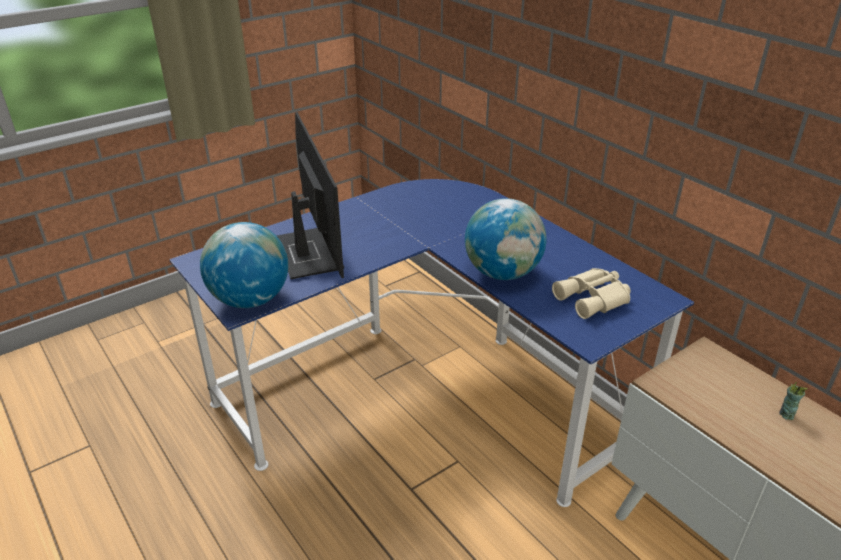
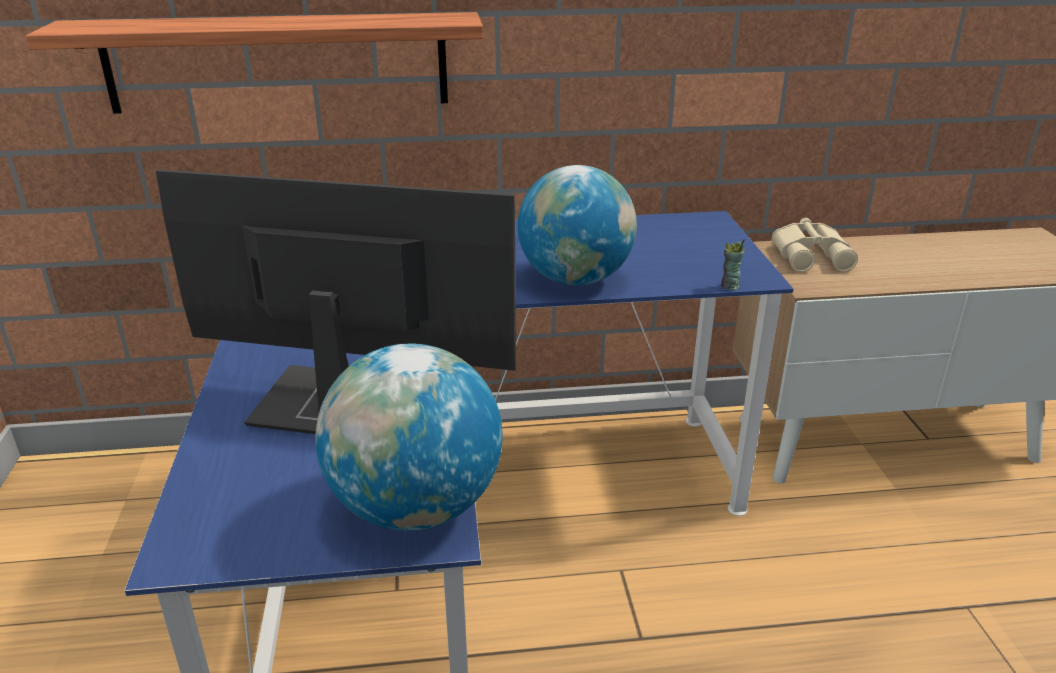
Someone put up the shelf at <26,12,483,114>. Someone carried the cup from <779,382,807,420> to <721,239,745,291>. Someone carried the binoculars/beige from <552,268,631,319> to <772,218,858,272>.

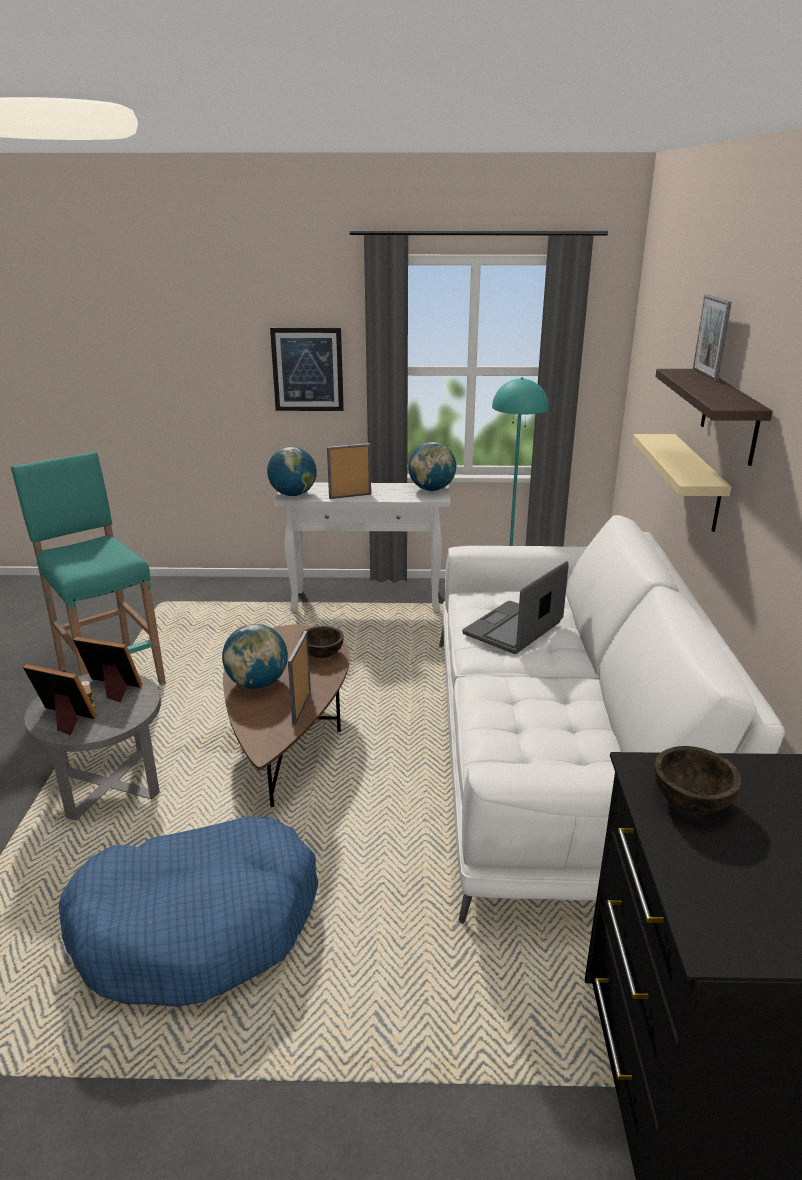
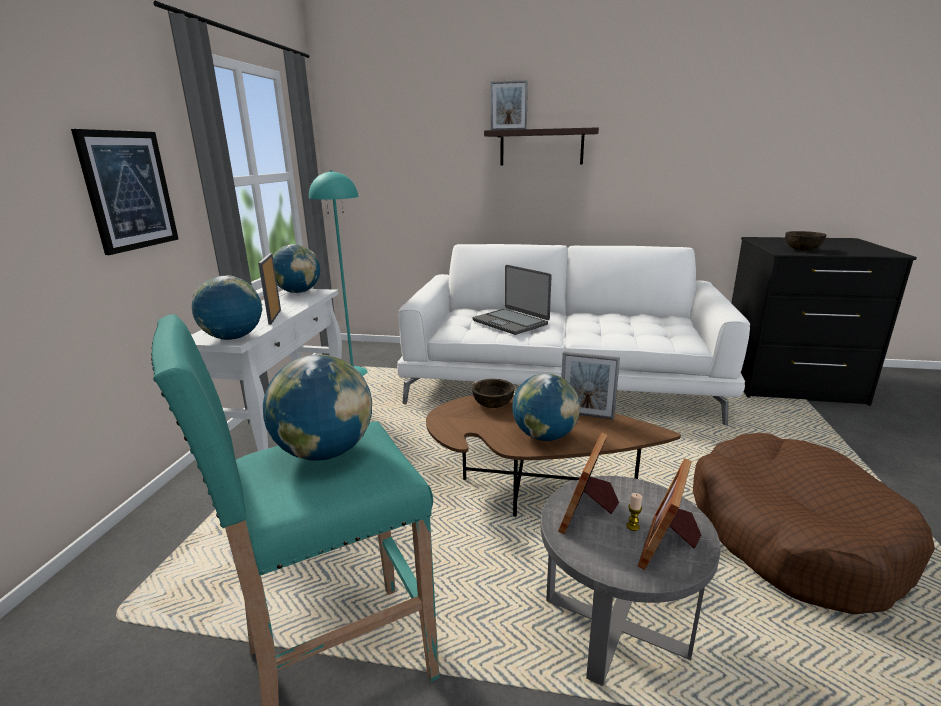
Someone put down the globe at <263,354,372,461>. Someone repainted the dog bed/blue at <59,816,318,1007>, which became the dog bed/brown at <693,433,935,614>. Someone took away the shelf/beige at <633,434,731,532>.

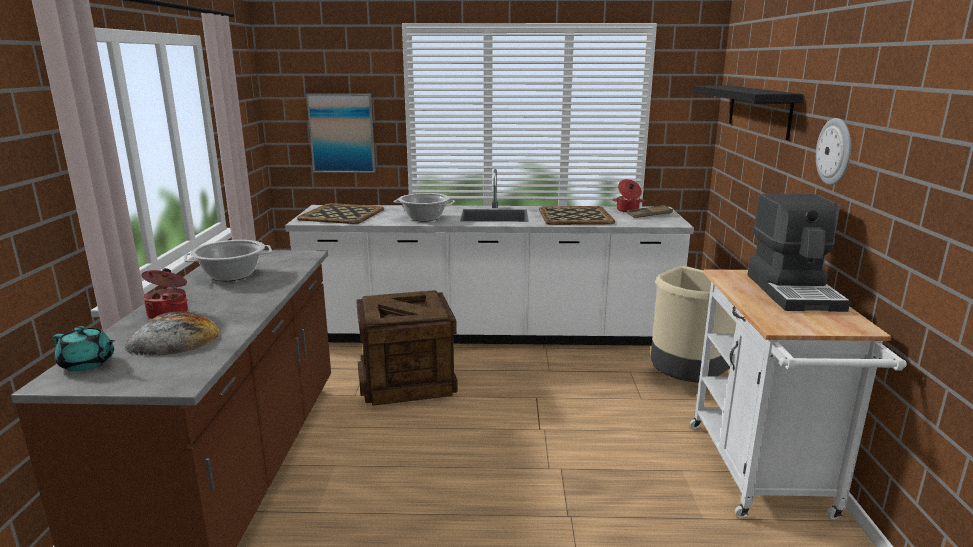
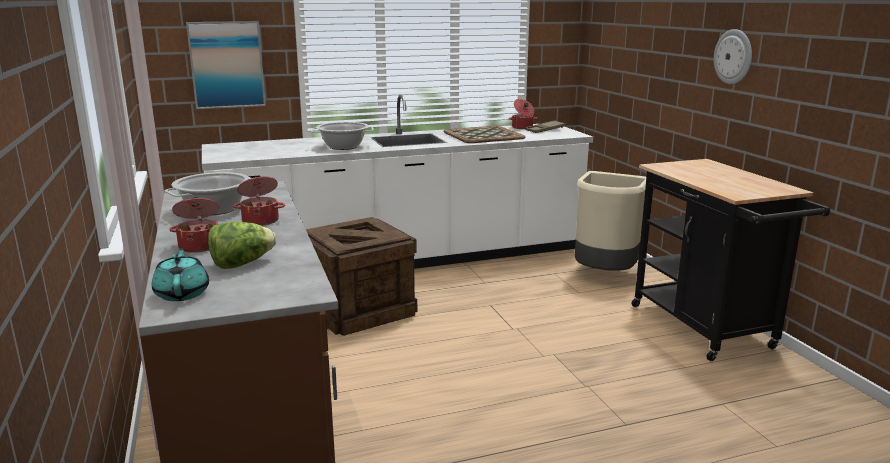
Someone rotated the teapot/turquoise at <53,326,115,371> by 105 degrees counterclockwise. Someone swapped the bread at <125,311,220,356> for the lettuce at <208,222,276,269>. Someone put down the cooking pot at <233,176,285,226>. Someone repainted the cart/white at <690,269,907,520>, which became the cart/black at <631,159,830,361>. Someone took away the tray at <297,203,384,224>. Someone took away the shelf/black at <693,85,803,140>. Someone took away the coffee machine at <748,194,850,312>.

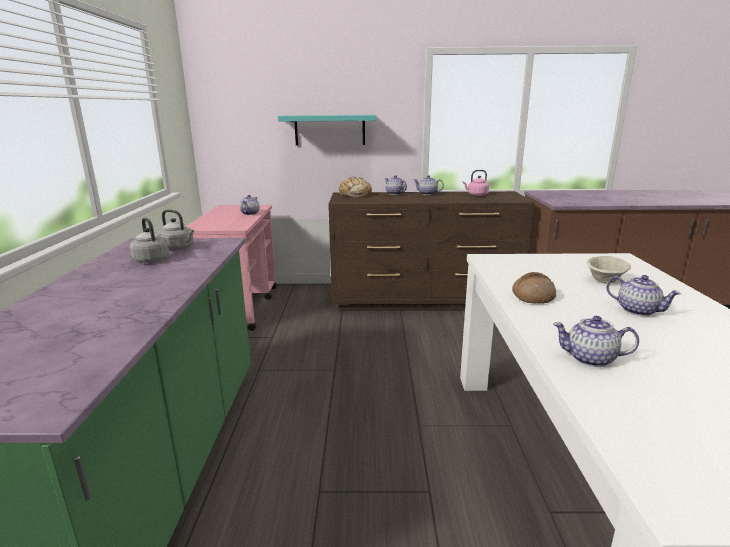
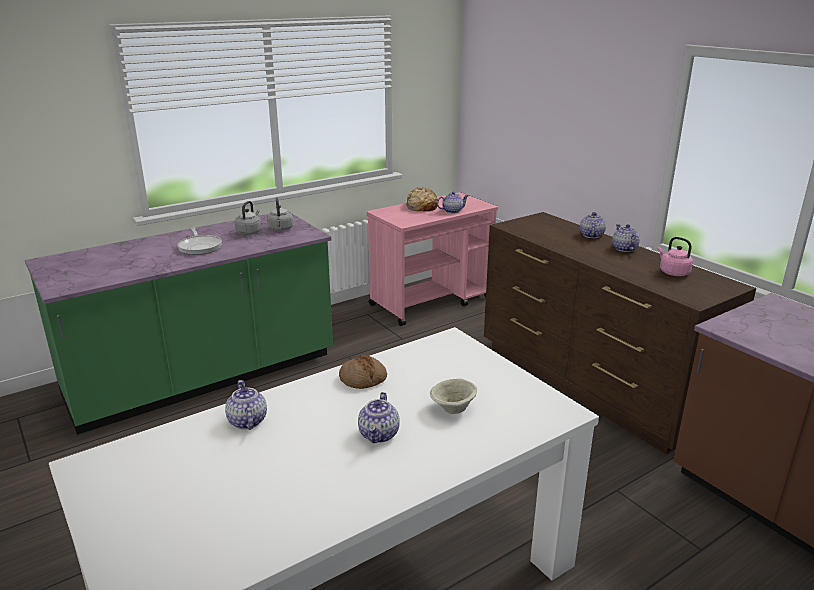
Someone put down the frying pan at <177,228,222,255>. Someone carried the bread from <339,177,372,197> to <407,187,438,211>. Someone took away the shelf/turquoise at <278,115,376,145>.

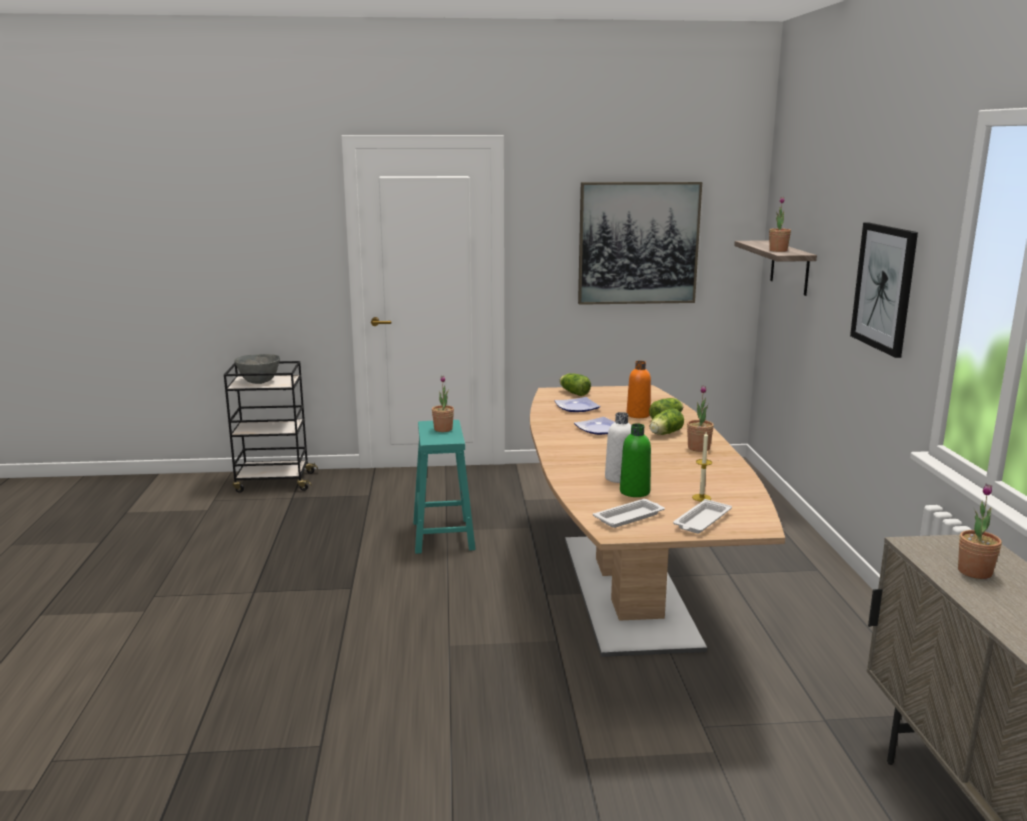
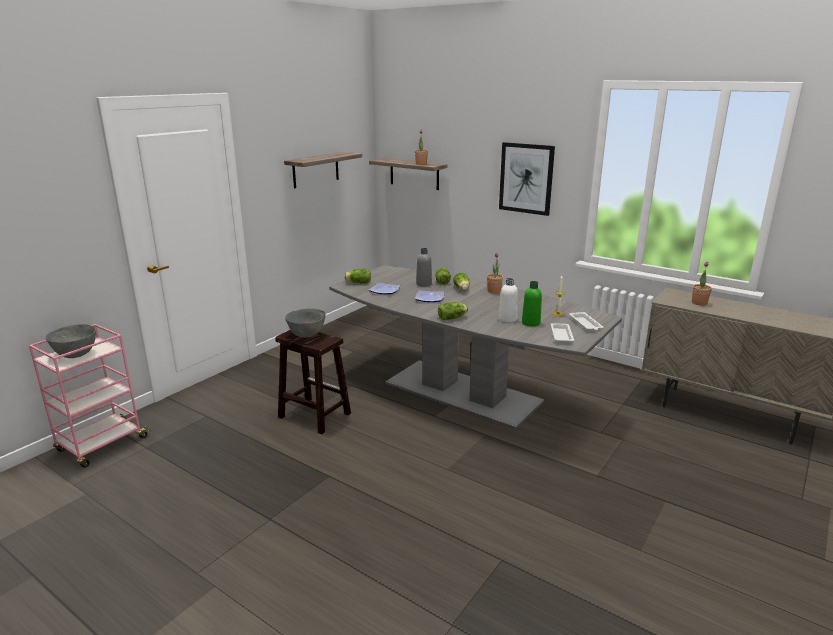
Someone repainted the cart/black at <224,361,318,493>, which became the cart/pink at <29,324,150,468>. Someone repainted the stool/turquoise at <413,420,476,554>, which became the stool/brown at <275,330,351,434>. Someone swapped the picture at <578,182,702,305> for the shelf at <284,152,362,188>. Someone swapped the potted plant at <432,376,454,432> for the bowl/grey at <285,308,326,338>. Someone repainted the dining table/brown at <530,385,785,657>, which became the dining table/grey at <329,265,622,430>. Someone repainted the bottle/orange at <627,361,651,418>, which became the bottle/grey at <416,248,432,287>. Someone put down the lettuce at <438,302,468,320>.

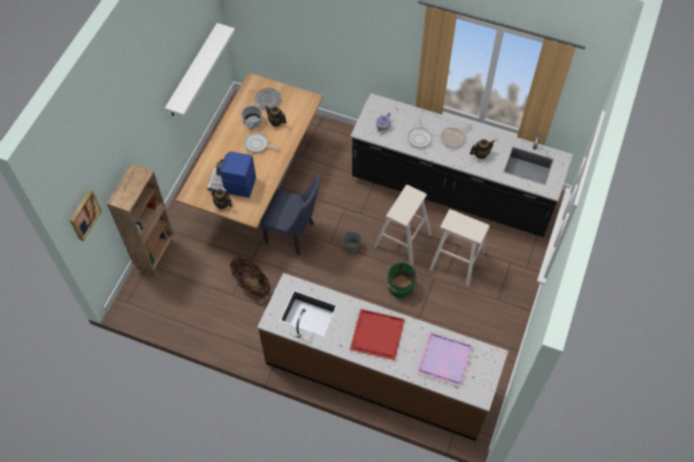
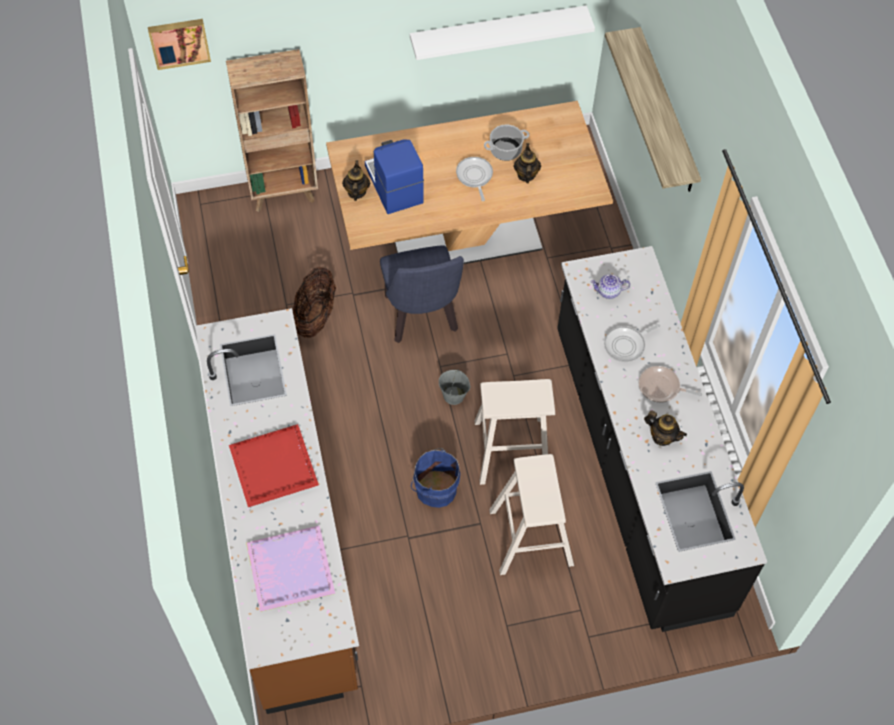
Someone repainted the bucket/green at <384,262,417,299>, which became the bucket/blue at <411,448,460,508>. Someone put up the shelf at <605,27,701,192>. Someone took away the plate/grey at <255,88,281,109>.

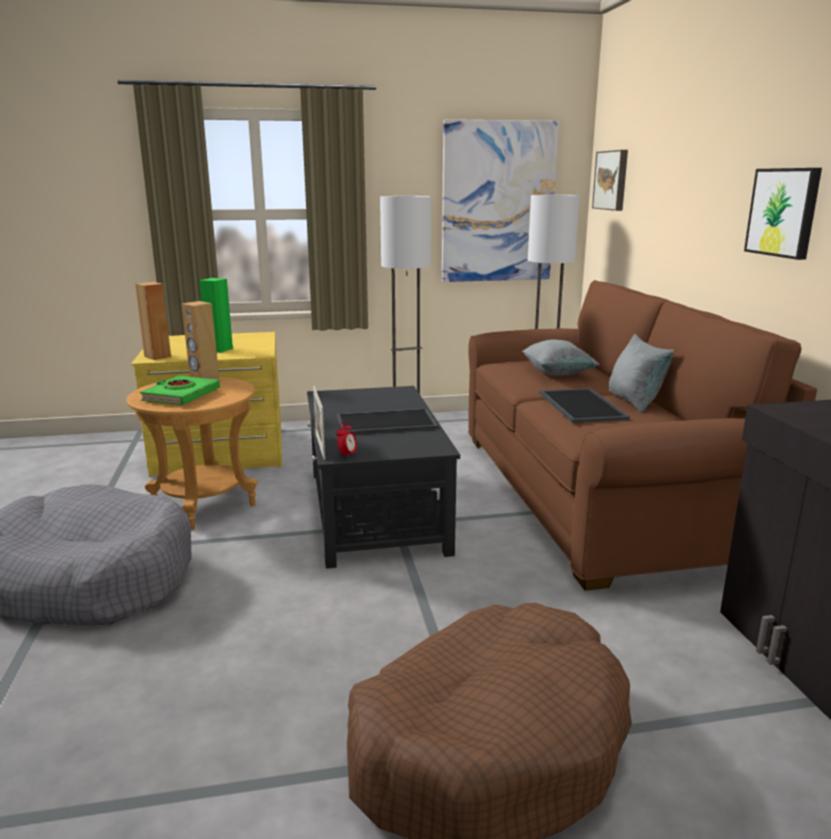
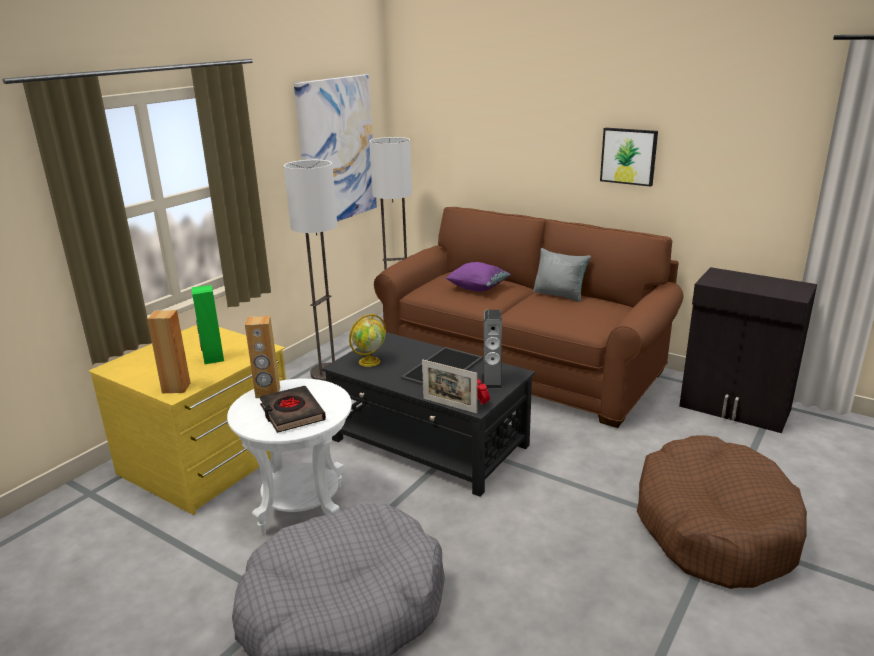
Someone repainted the side table/brown at <127,377,258,530>, which became the side table/white at <227,379,352,535>. Someone repainted the book/green at <140,375,220,405>, which became the book/black at <259,386,326,433>. Someone put down the globe at <349,314,386,367>. Someone repainted the pillow/grey at <522,340,600,376>, which became the pillow/purple at <446,262,511,291>. Someone put down the speaker at <482,310,502,389>. Someone took away the tray at <540,388,630,423>. Someone took away the picture at <592,150,628,211>.

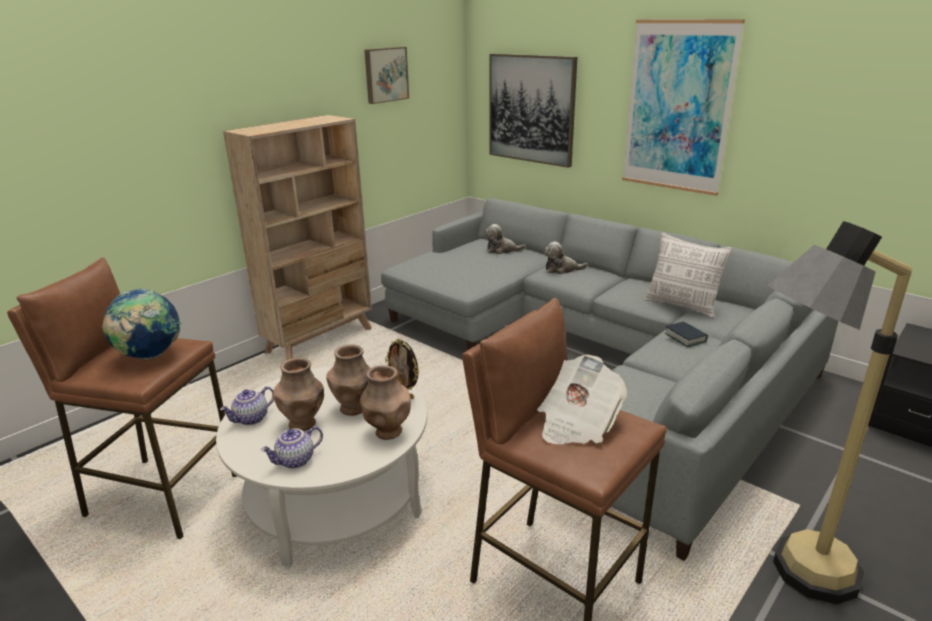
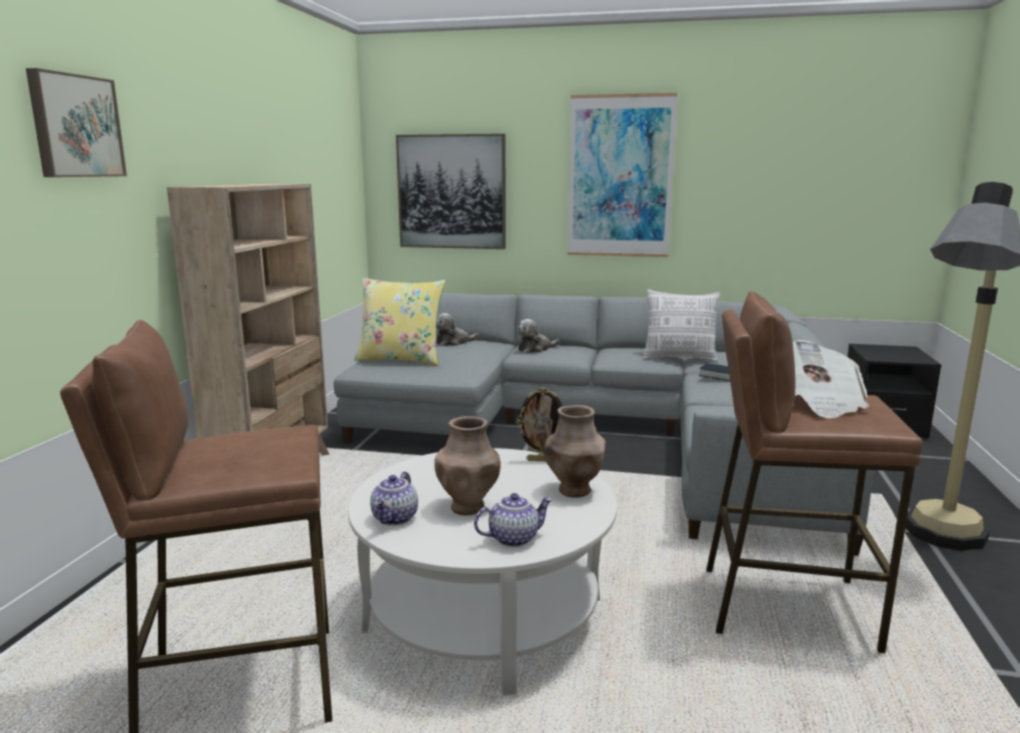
Someone carried the picture from <364,47,409,104> to <26,68,127,177>. Someone put down the pillow/yellow at <354,278,446,366>. Someone rotated the teapot at <261,426,323,469> by 135 degrees counterclockwise. Someone took away the globe at <102,288,181,359>. Someone took away the vase/brown at <326,345,370,416>.

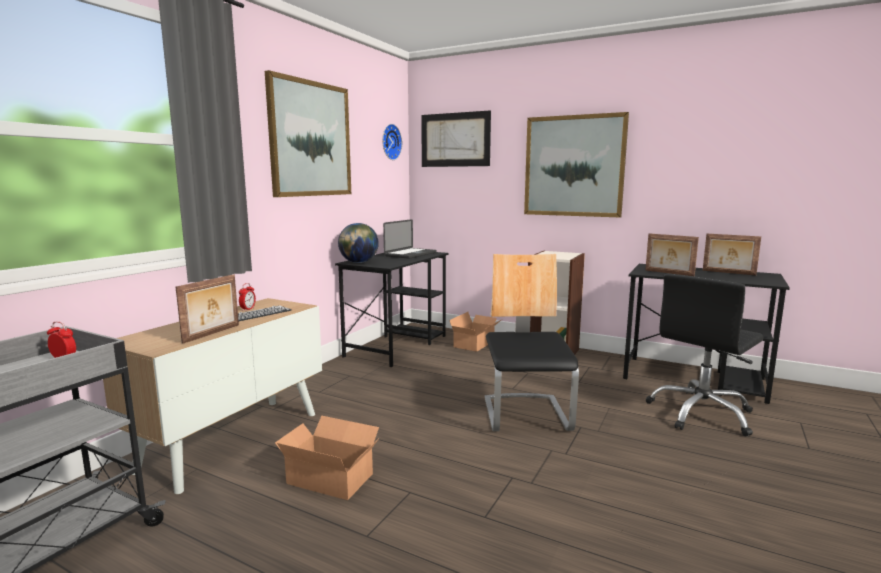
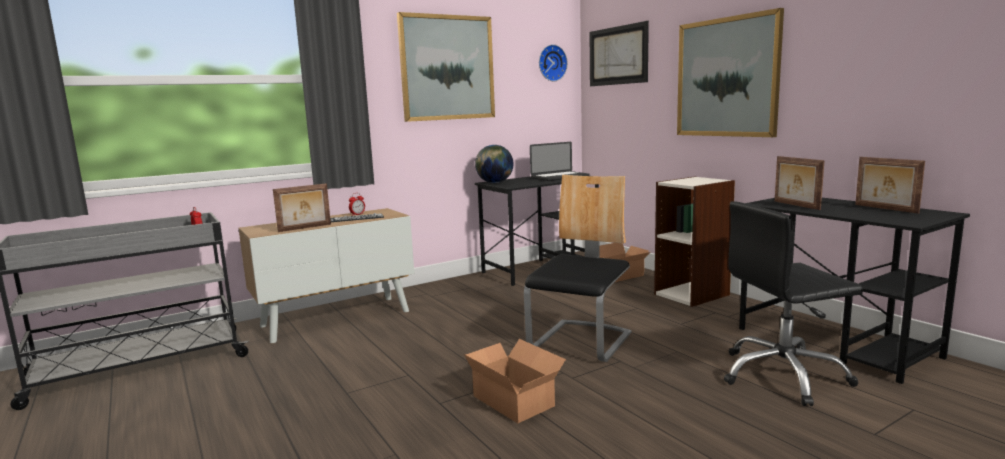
Someone carried the cardboard box from <275,415,379,500> to <464,339,566,423>.

